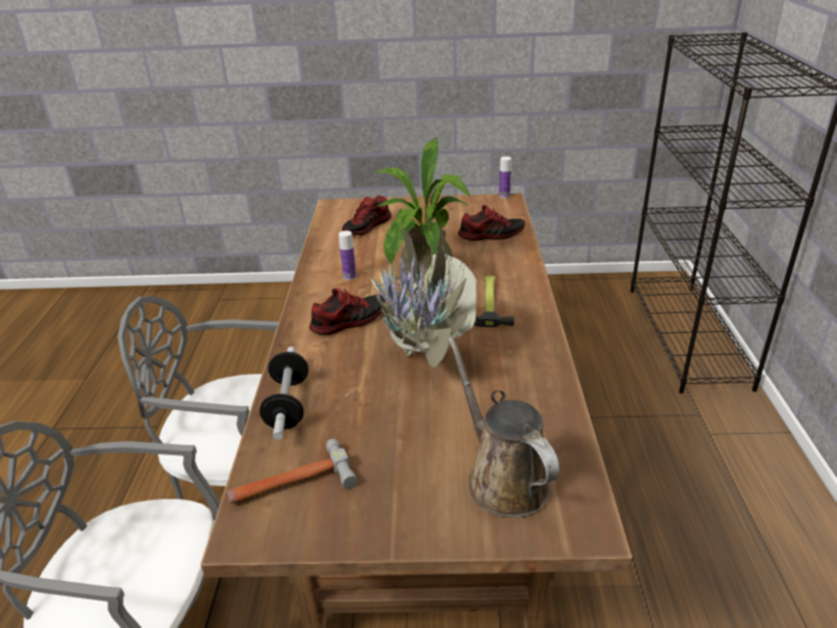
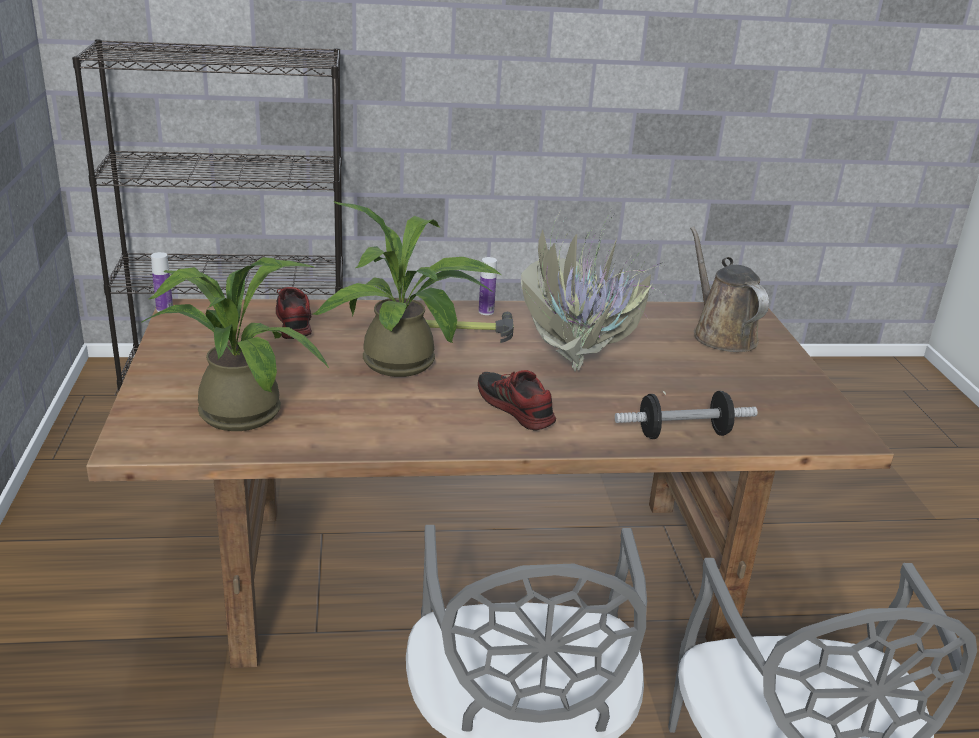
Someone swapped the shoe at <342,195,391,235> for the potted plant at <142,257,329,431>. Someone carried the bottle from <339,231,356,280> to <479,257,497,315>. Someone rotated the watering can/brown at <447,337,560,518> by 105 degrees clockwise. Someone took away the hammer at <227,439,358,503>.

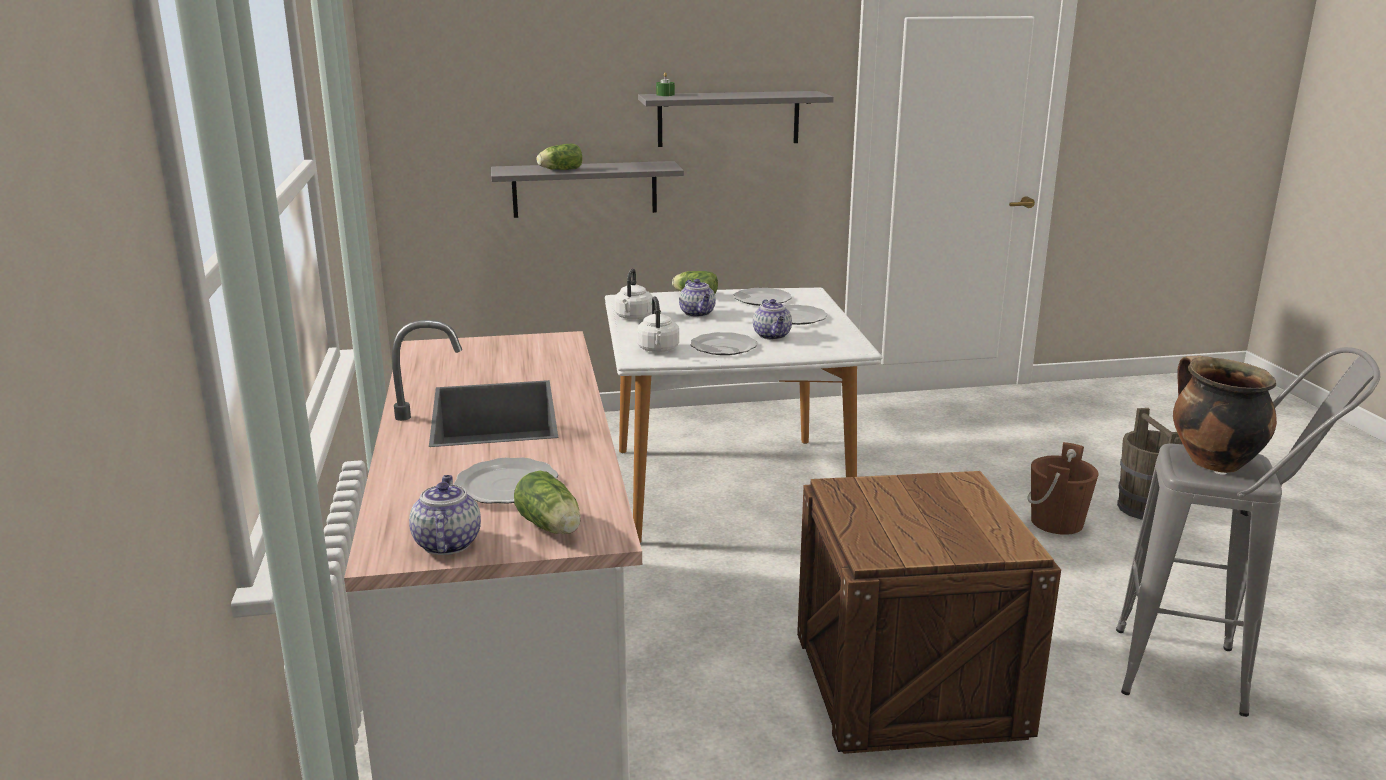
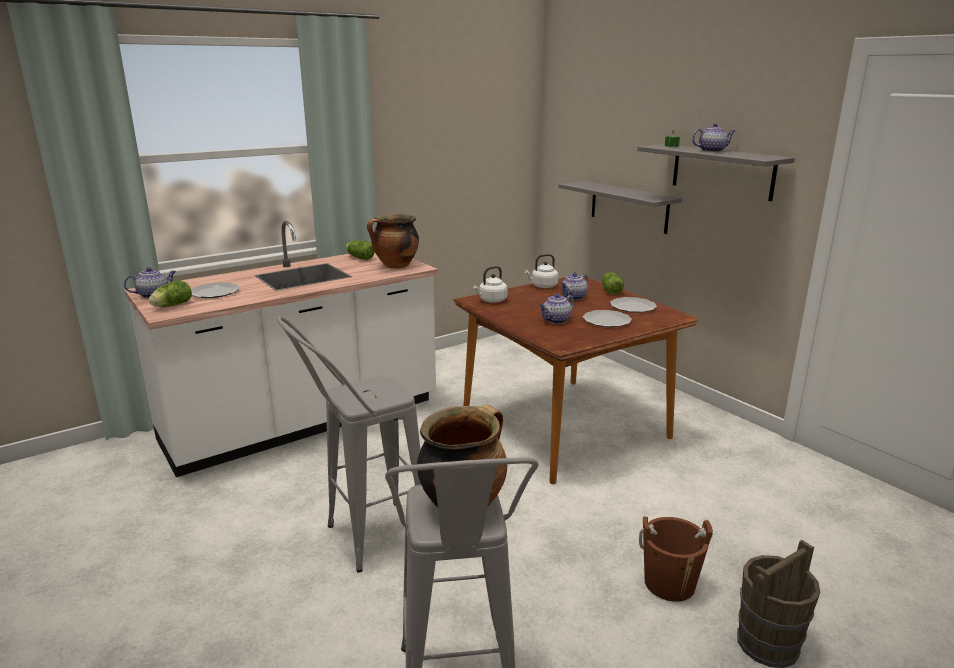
Someone swapped the crate at <797,471,1061,754> for the stool/grey at <277,316,421,573>. Someone carried the lettuce from <537,144,582,170> to <345,240,375,260>. Someone put down the cooking pot at <367,214,419,268>. Someone repainted the dining table/white at <605,288,883,543>, which became the dining table/brown at <453,275,698,484>. Someone put down the teapot at <692,123,735,152>. Someone took away the plate at <690,332,757,355>.

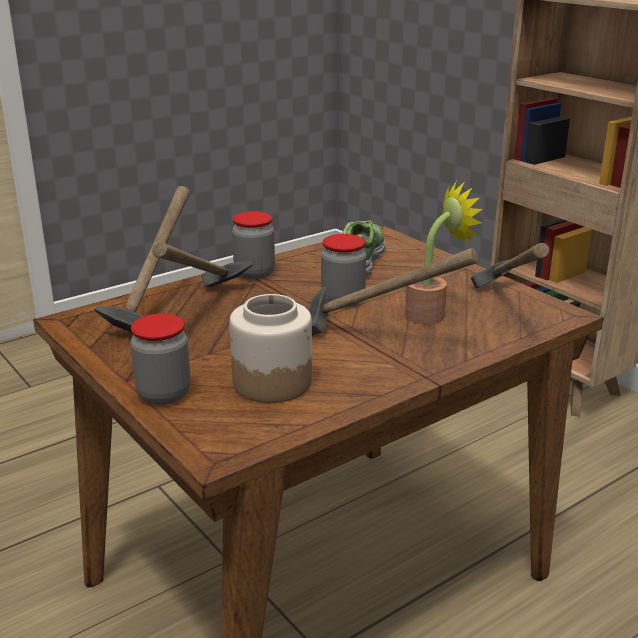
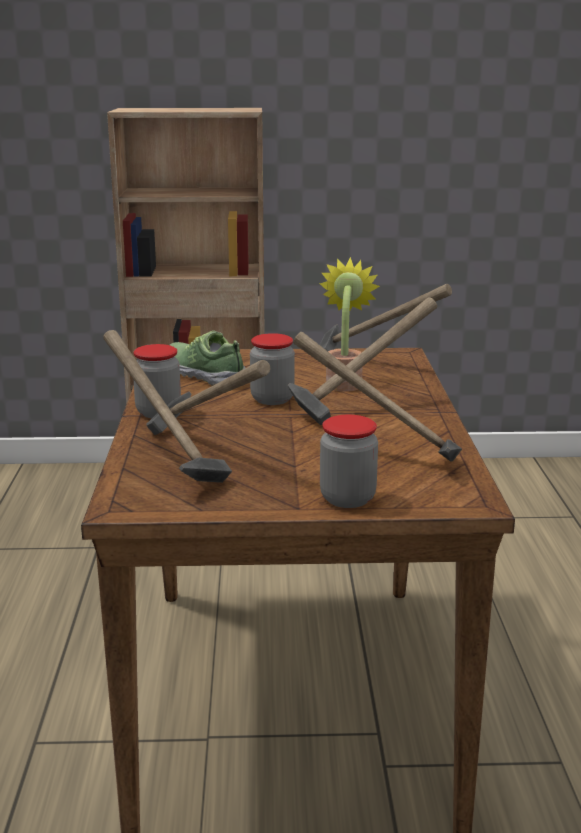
Someone swapped the jar at <230,294,312,403> for the hammer at <293,332,462,462>.

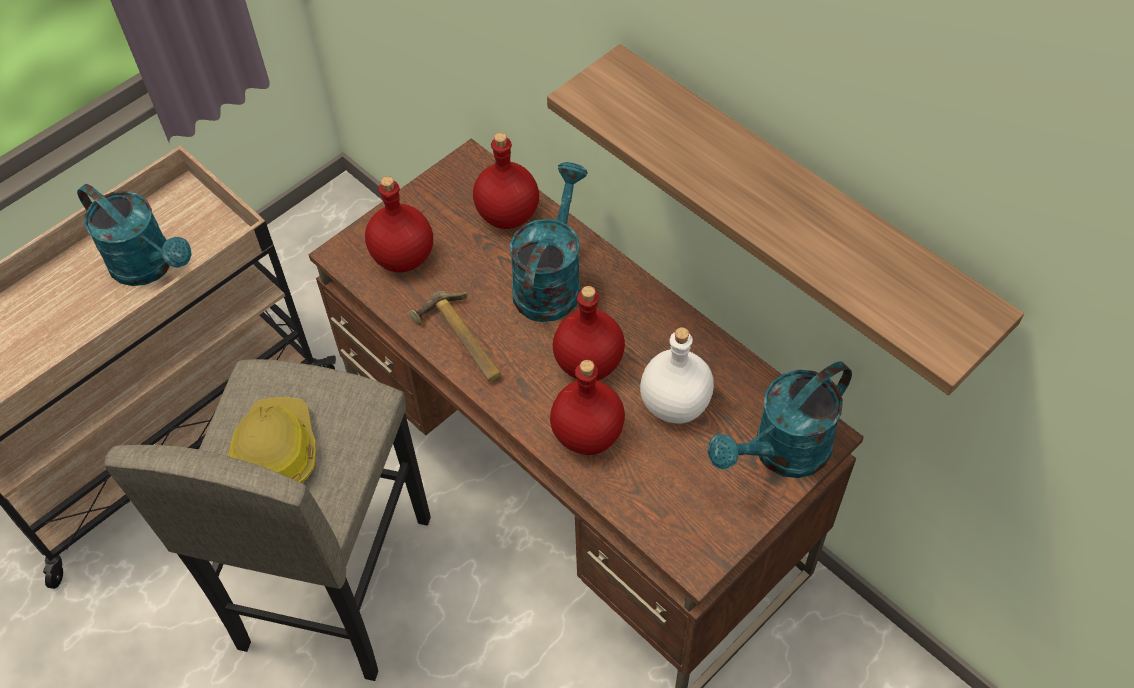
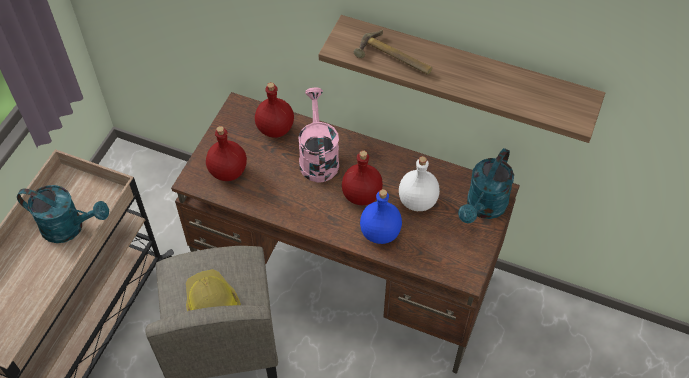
Someone repainted the watering can/turquoise at <510,162,588,322>, which became the watering can/pink at <298,88,339,182>. Someone carried the hammer from <409,291,501,382> to <354,30,432,75>. Someone repainted the bottle/red at <550,360,625,455>, which became the bottle/blue at <360,189,402,244>.

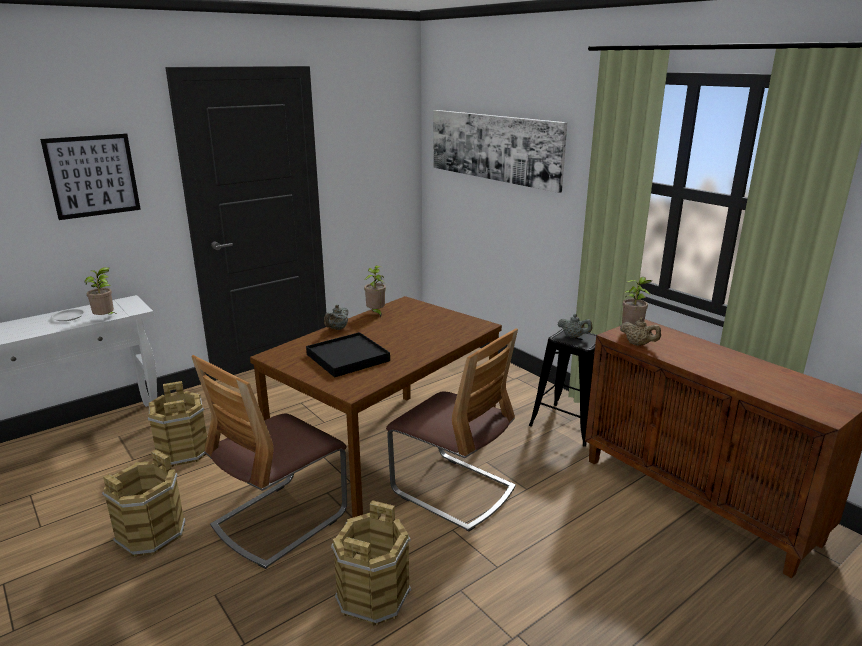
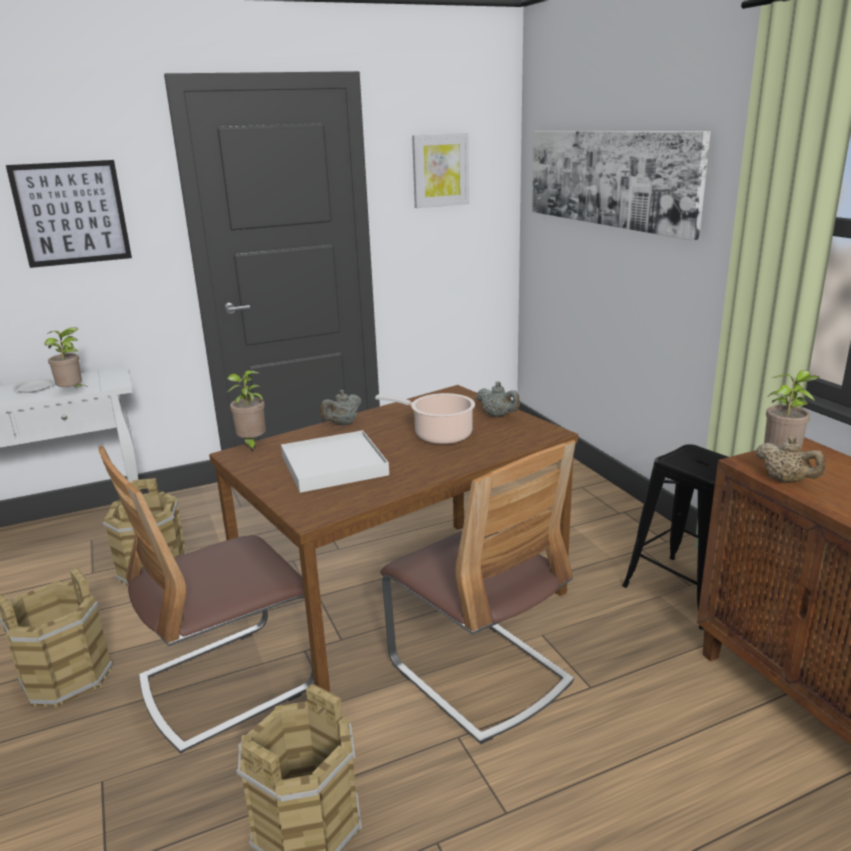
Someone carried the potted plant from <364,265,386,318> to <227,370,266,453>. Someone repainted the tray/black at <306,332,390,377>, which became the tray/white at <281,430,389,493>. Someone put down the cooking pot at <375,393,475,444>. Someone put up the picture at <412,133,469,208>. Someone carried the teapot/grey from <558,314,592,338> to <476,382,520,417>.

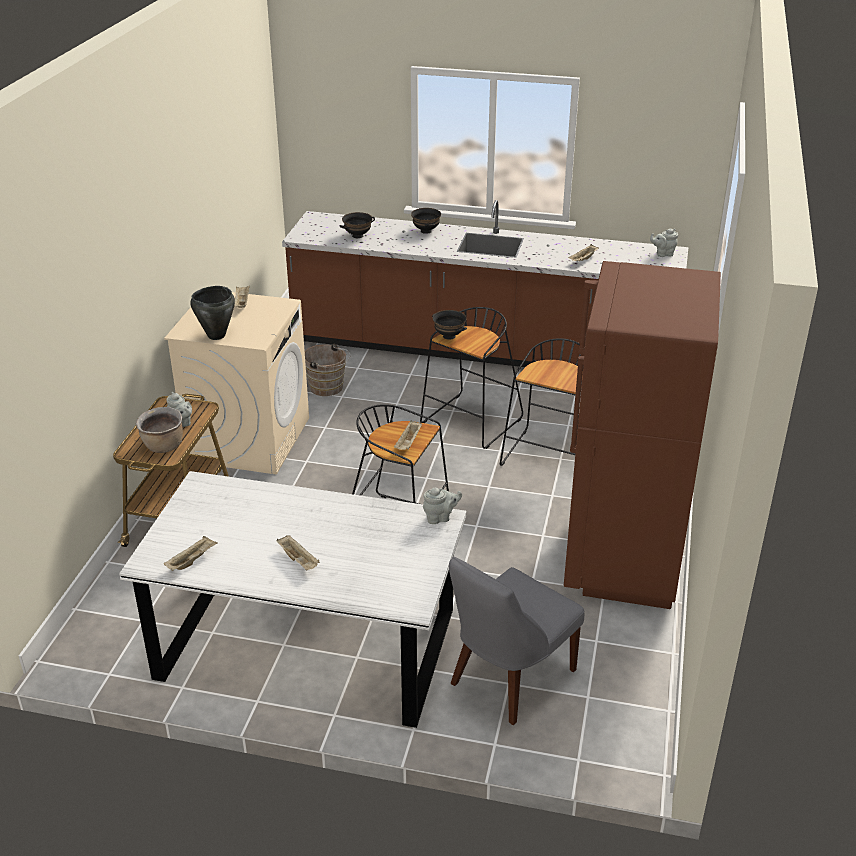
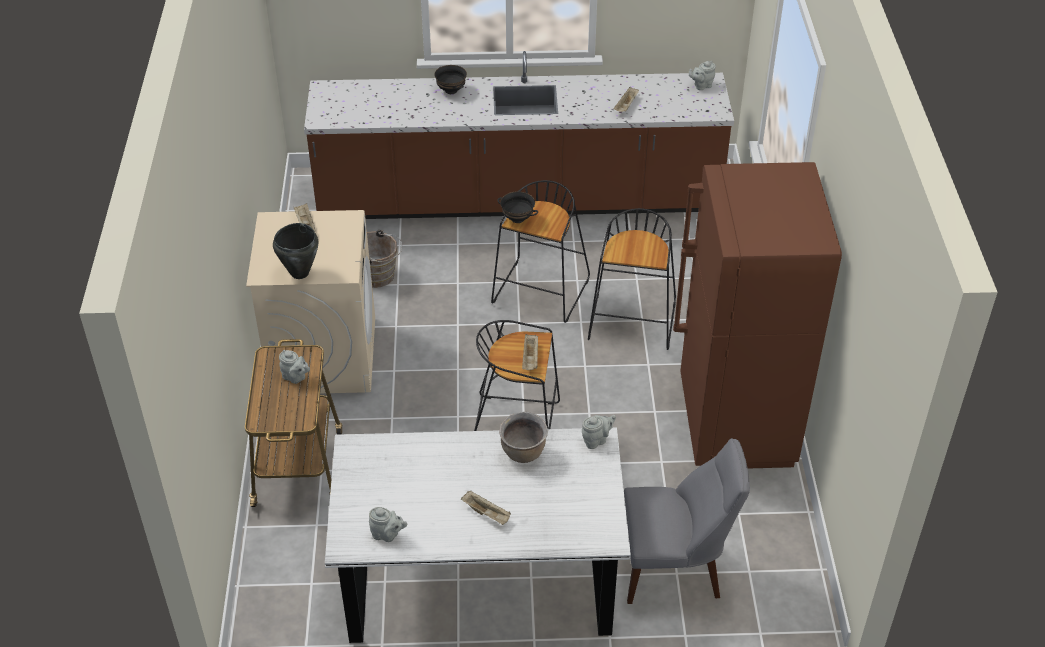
Someone swapped the tray/beige at <164,536,218,571> for the teapot/grey at <369,507,407,542>. Someone carried the cooking pot/brown from <136,407,183,453> to <499,412,548,463>. Someone rotated the chair/grey at <449,557,584,725> by 120 degrees counterclockwise. Someone took away the bowl/black at <339,212,375,238>.

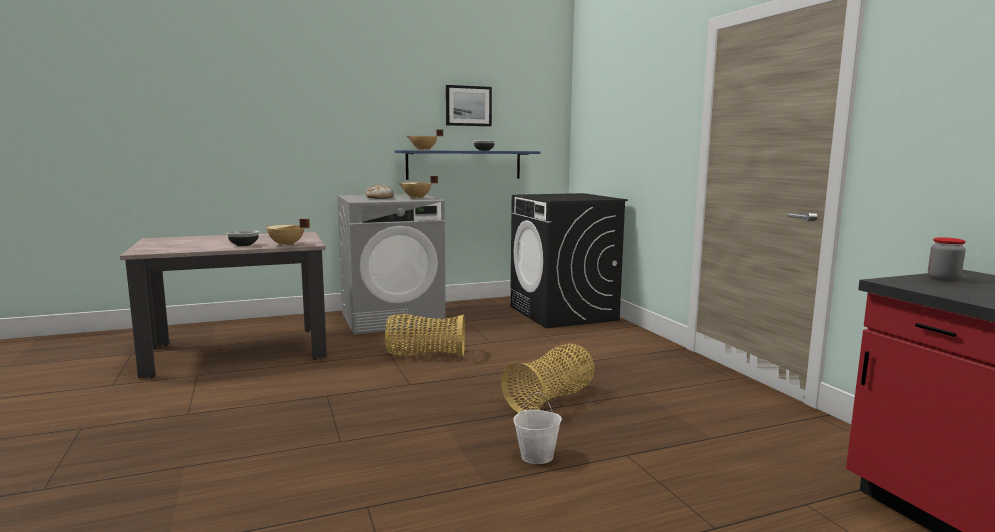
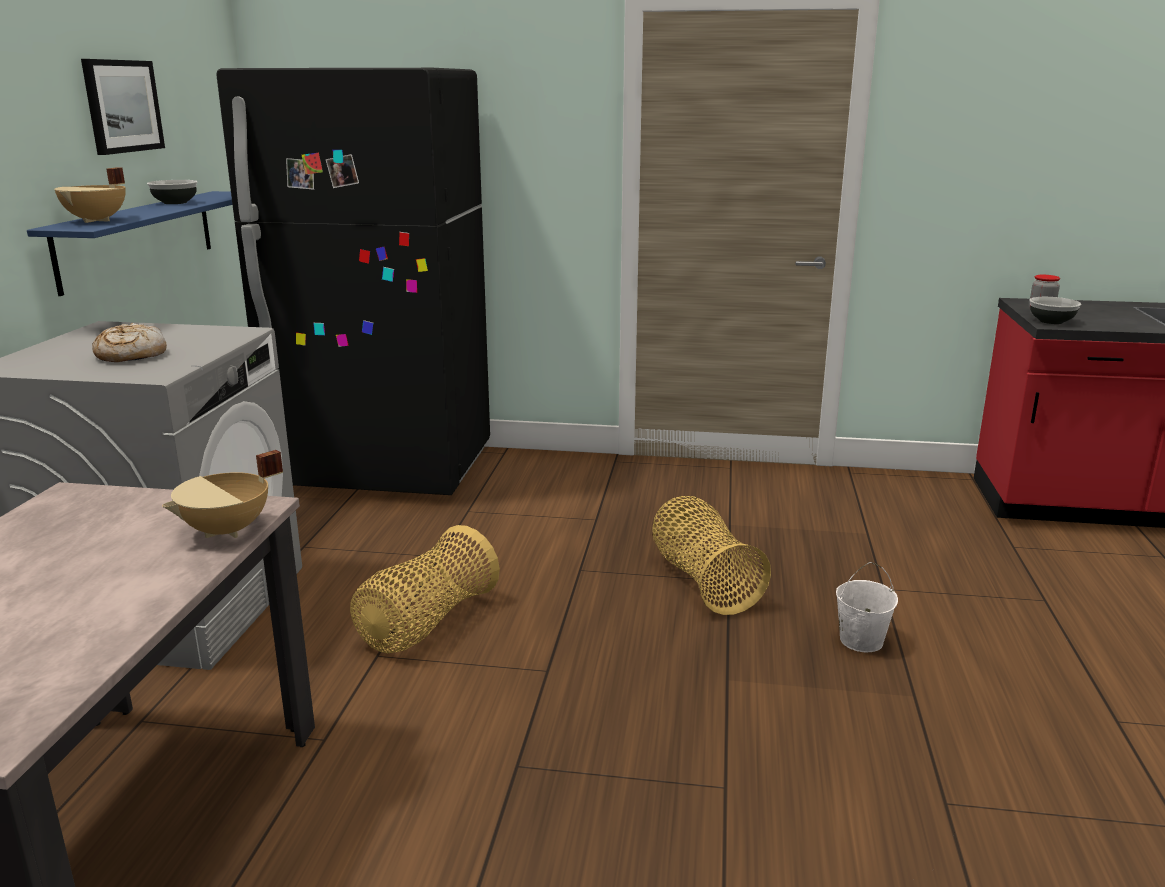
Someone swapped the washing machine/black at <510,193,628,328> for the fridge/black at <216,68,490,495>. Someone carried the bowl from <227,230,259,246> to <1029,297,1081,324>. Someone took away the cooking pot/beige at <398,176,438,199>.

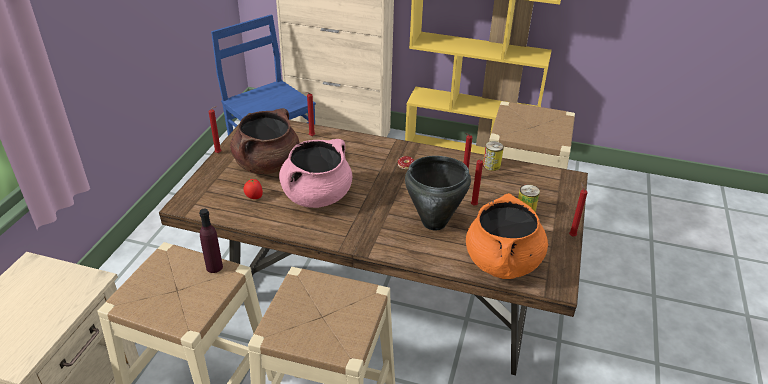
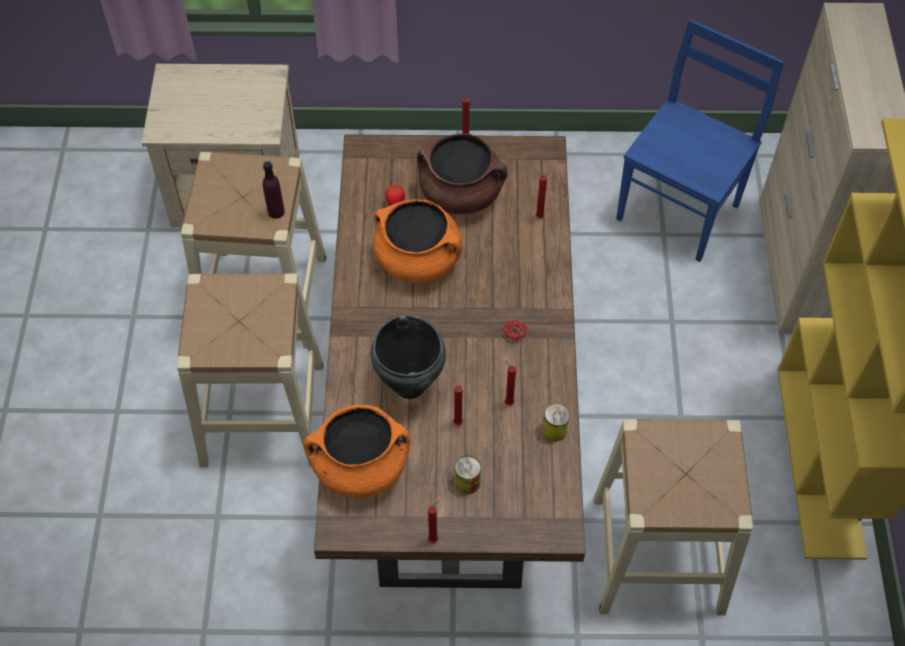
Someone repainted the cooking pot/pink at <279,139,352,208>, which became the cooking pot/orange at <374,199,462,283>.

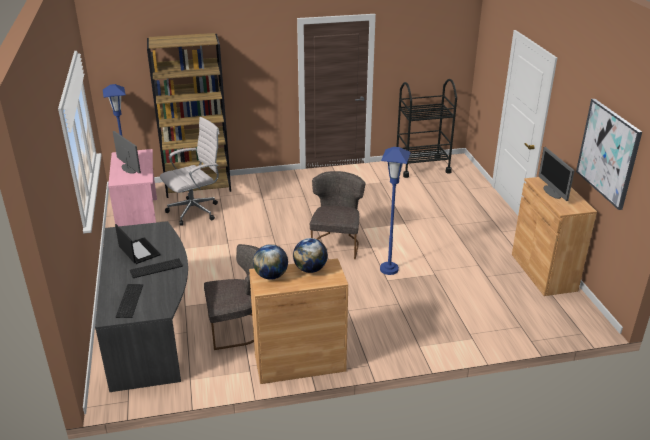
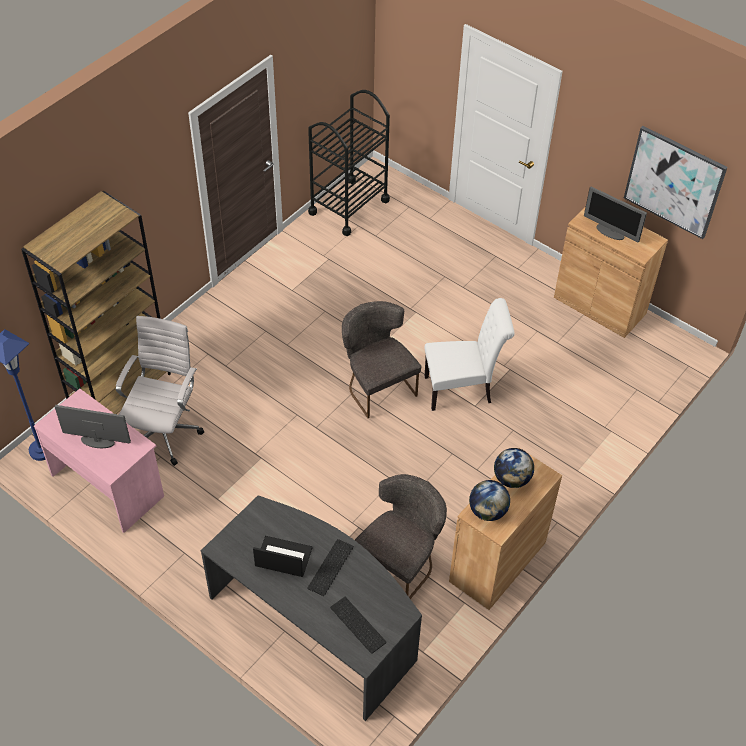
Someone swapped the floor lamp/blue at <380,147,411,275> for the chair/white at <424,298,515,411>.

